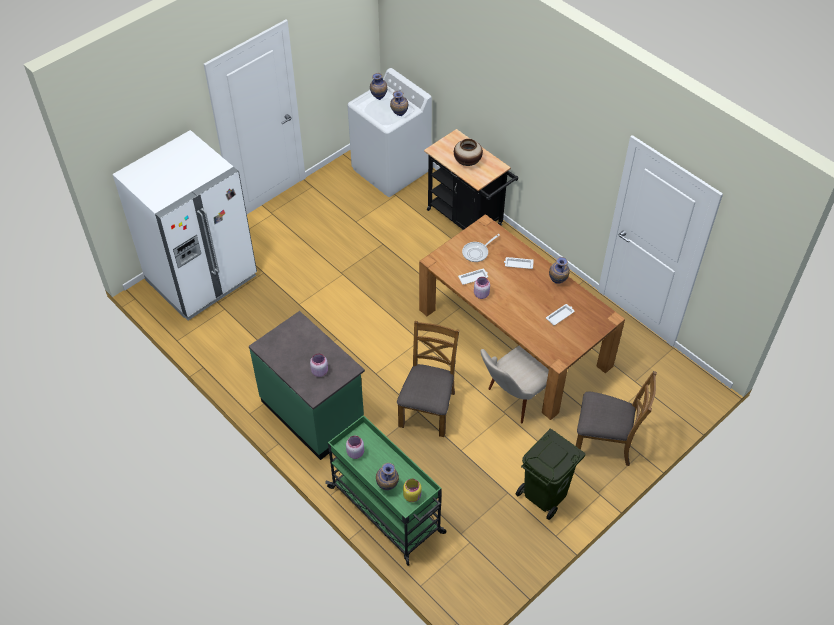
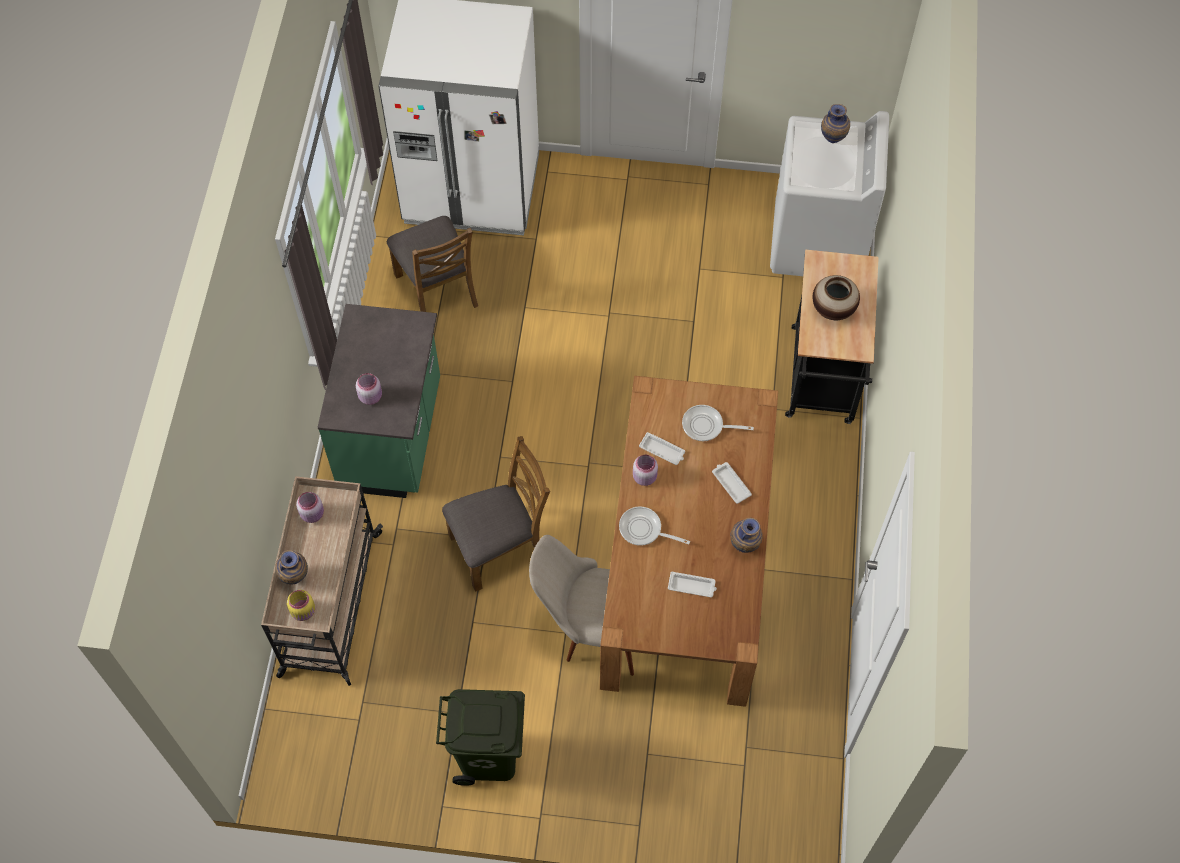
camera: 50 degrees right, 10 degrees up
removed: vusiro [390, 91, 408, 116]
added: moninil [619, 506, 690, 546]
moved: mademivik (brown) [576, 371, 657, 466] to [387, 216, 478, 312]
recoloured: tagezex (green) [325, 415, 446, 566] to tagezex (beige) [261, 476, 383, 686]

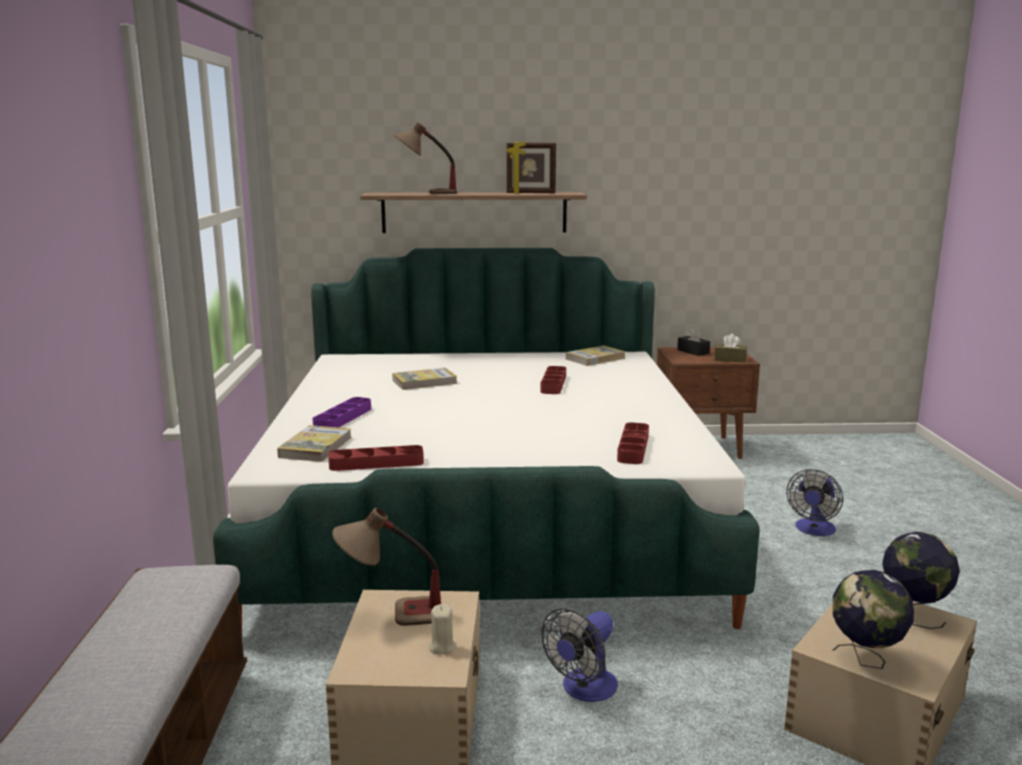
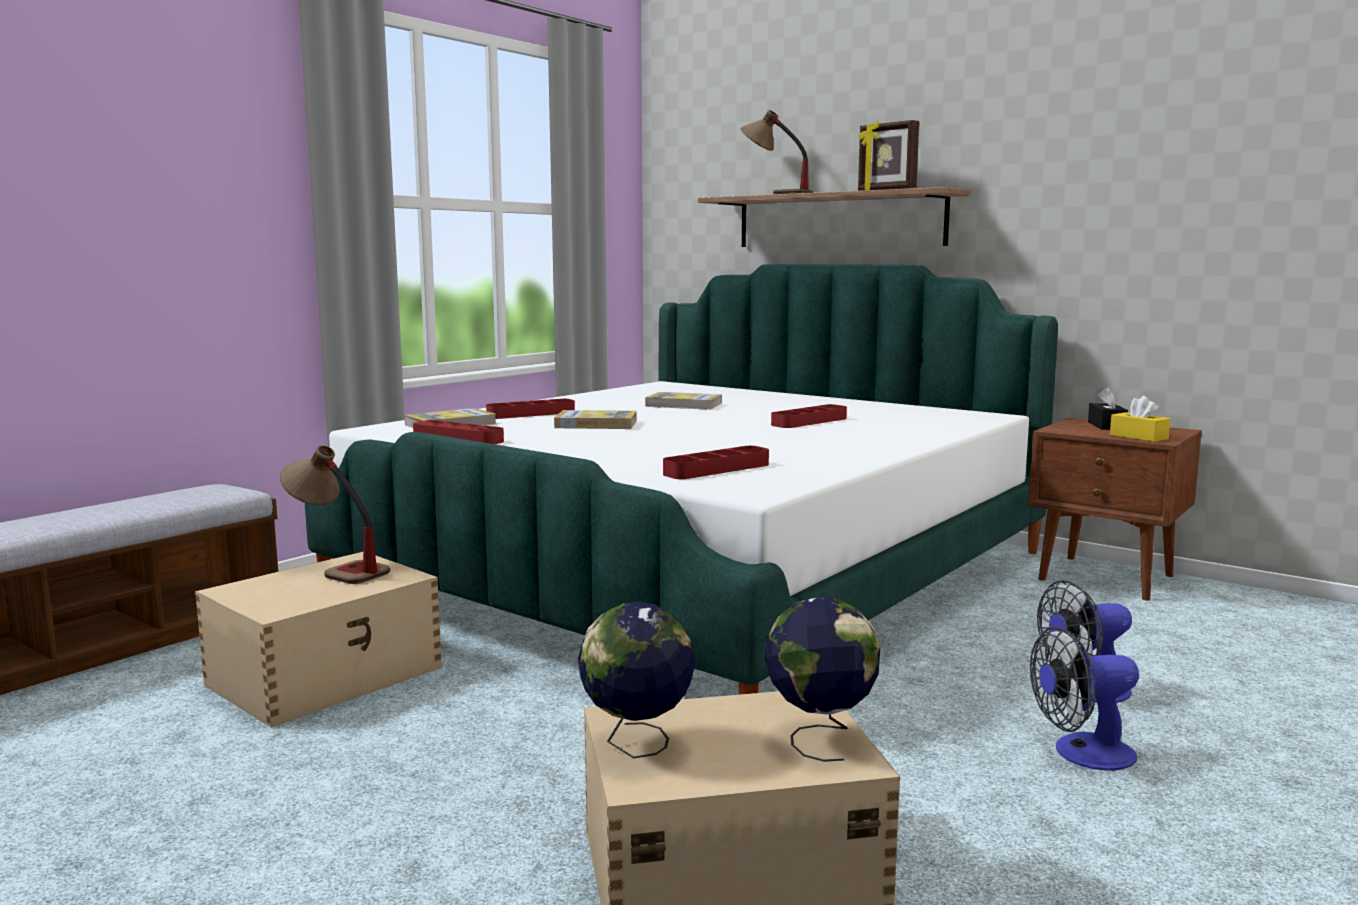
camera: 40 degrees right, 5 degrees down
removed: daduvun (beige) [429, 604, 455, 655]
moved: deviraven [542, 608, 618, 702] to [1030, 626, 1139, 771]; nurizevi [565, 345, 625, 366] to [554, 410, 637, 429]
recoloured: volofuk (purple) [312, 397, 371, 427] to volofuk (red) [486, 399, 575, 419]; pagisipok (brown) [714, 334, 747, 363] to pagisipok (yellow) [1110, 396, 1171, 442]

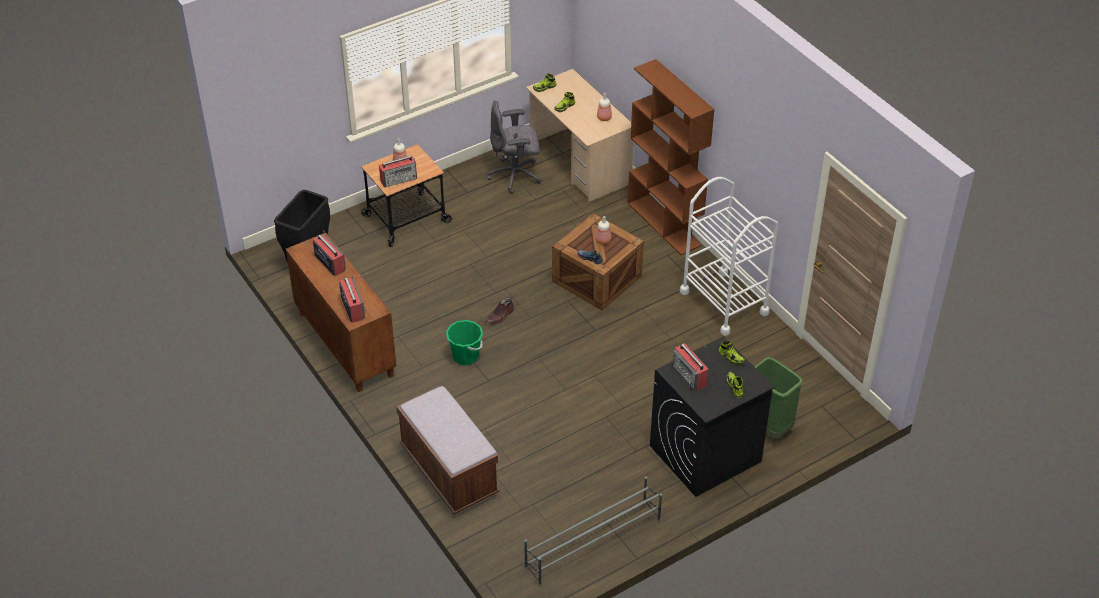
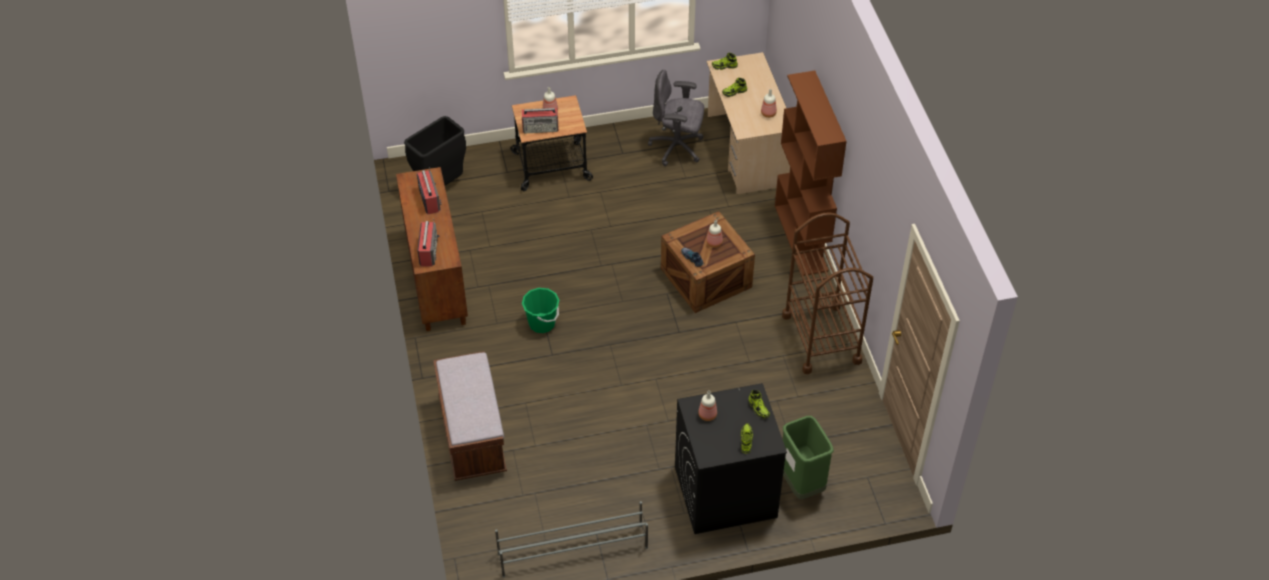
camera: 20 degrees right, 5 degrees up
removed: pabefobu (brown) [484, 296, 515, 324]
replaced: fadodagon [672, 343, 709, 390] to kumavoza [698, 391, 717, 421]
recoloured: tagezex (white) [680, 177, 778, 336] to tagezex (brown) [782, 212, 873, 374]

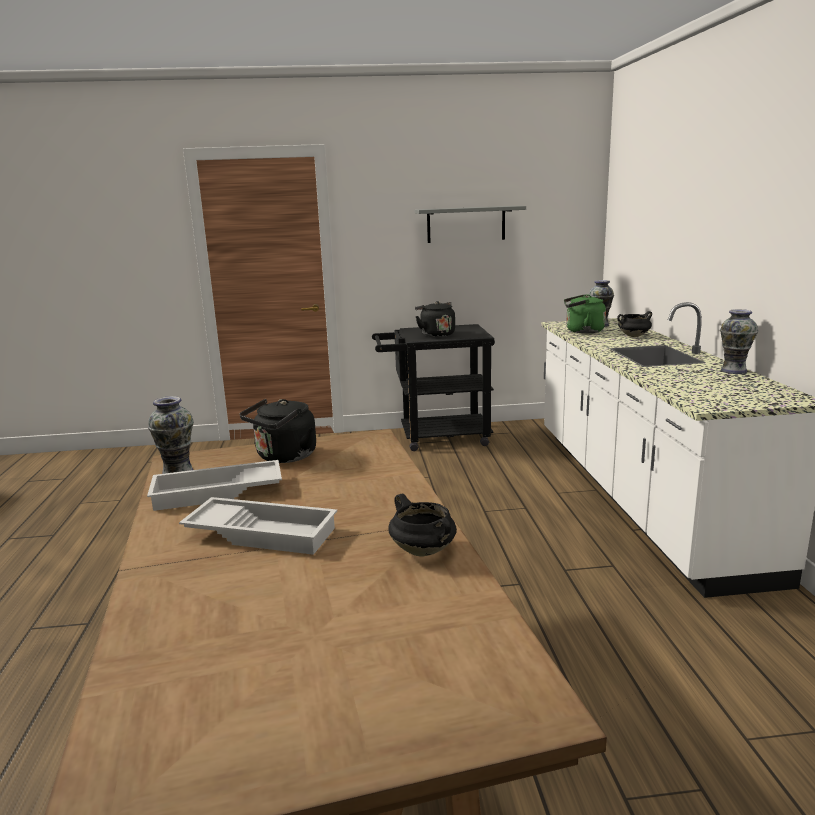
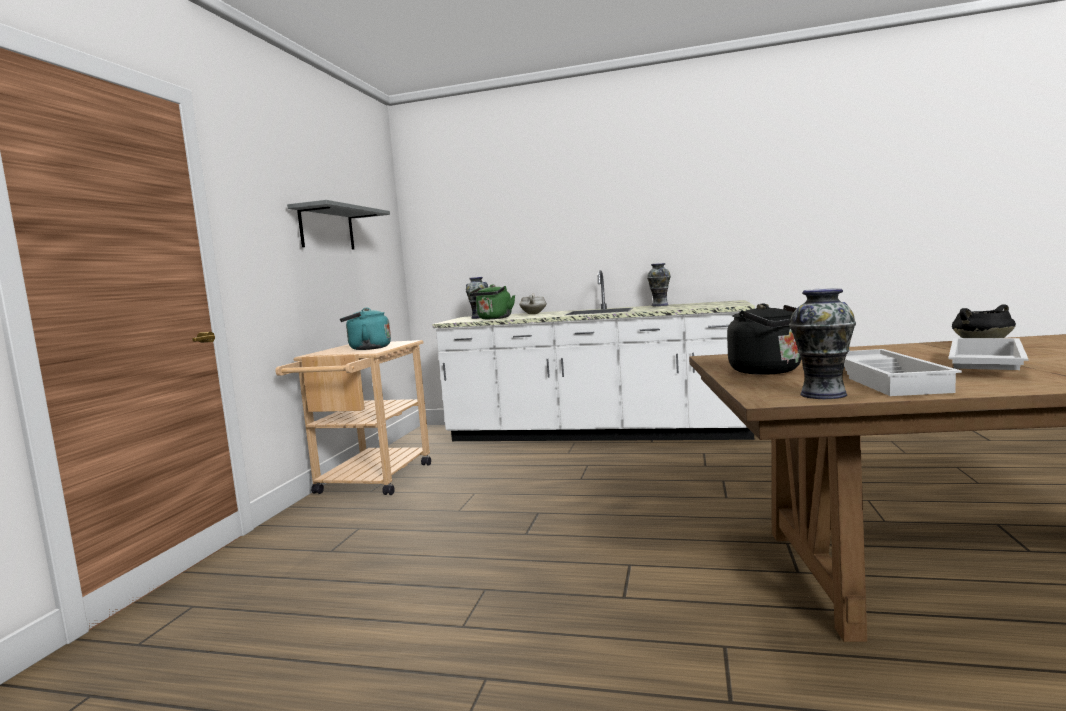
camera: 70 degrees left, 10 degrees down
recoloured: tagezex (black) [372, 324, 495, 451] to tagezex (beige) [275, 340, 431, 495]; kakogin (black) [415, 301, 455, 337] to kakogin (turquoise) [340, 308, 391, 350]; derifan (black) [617, 311, 652, 337] to derifan (white) [519, 293, 547, 314]

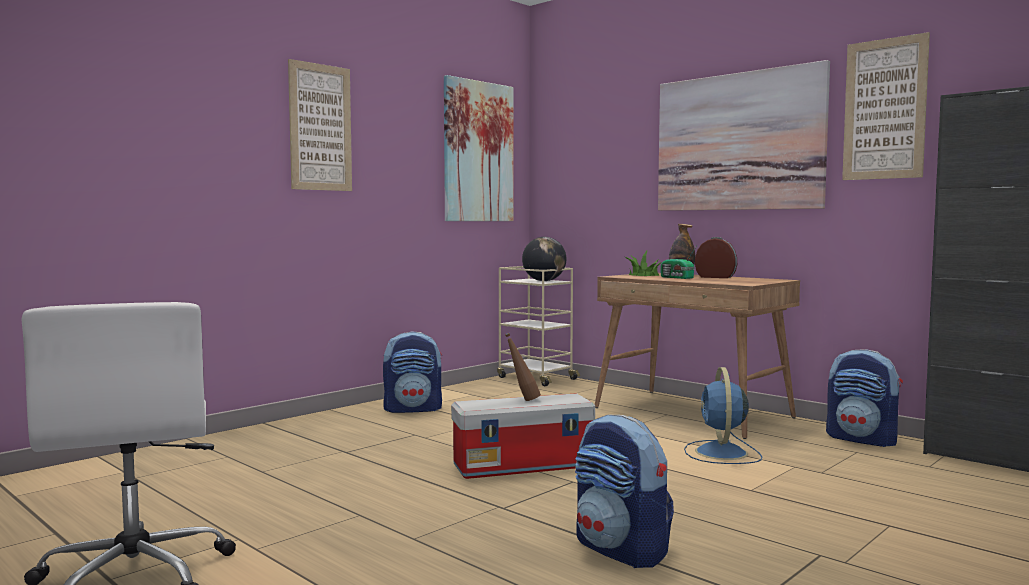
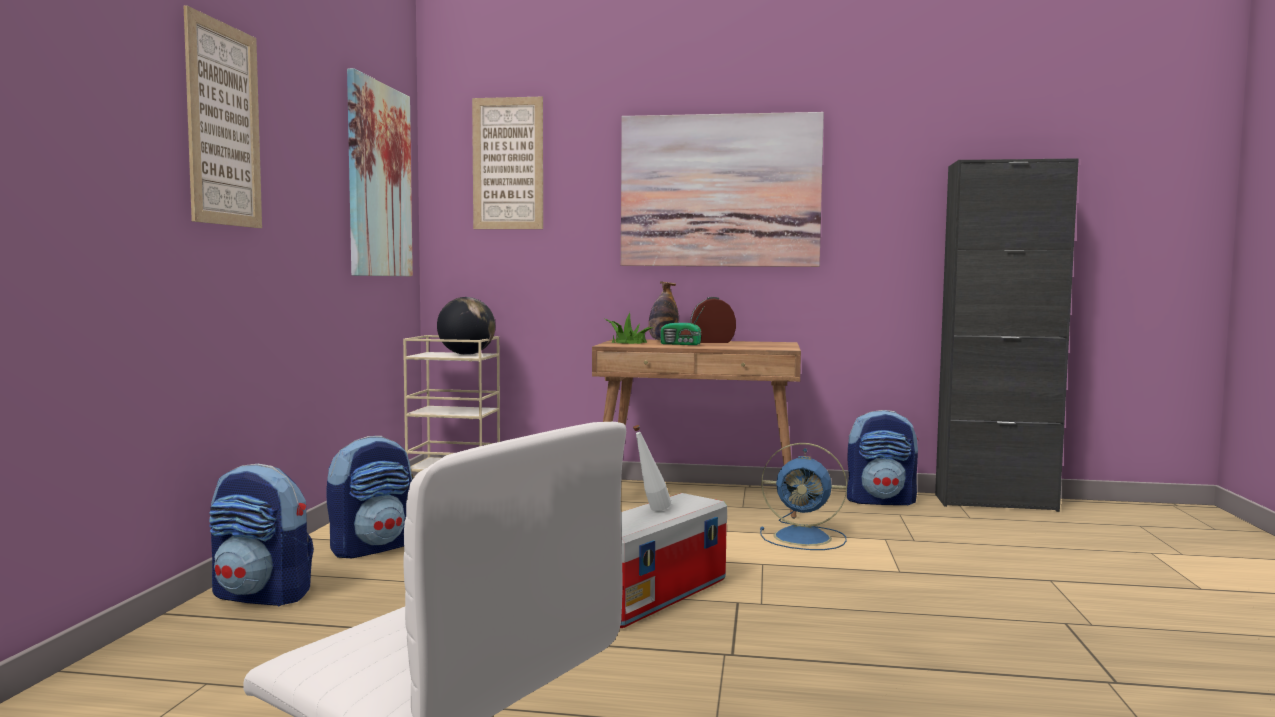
camera: 35 degrees left, 0 degrees up
moved: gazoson [575, 415, 674, 568] to [209, 464, 314, 607]; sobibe [842, 32, 930, 180] to [472, 97, 543, 229]
recoloured: kumavoza (brown) [505, 333, 541, 401] to kumavoza (white) [633, 425, 671, 511]
turned: deviraven (blue) [684, 367, 762, 464] = [760, 443, 847, 550] 45 degrees counterclockwise

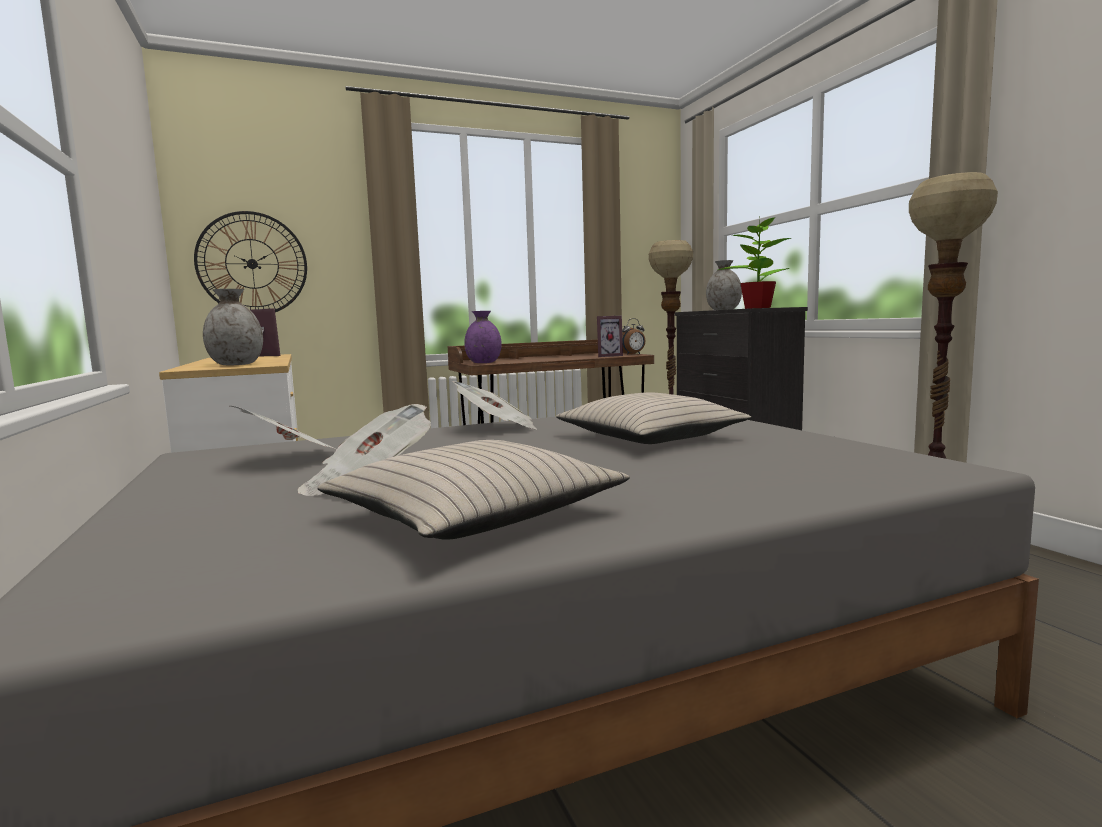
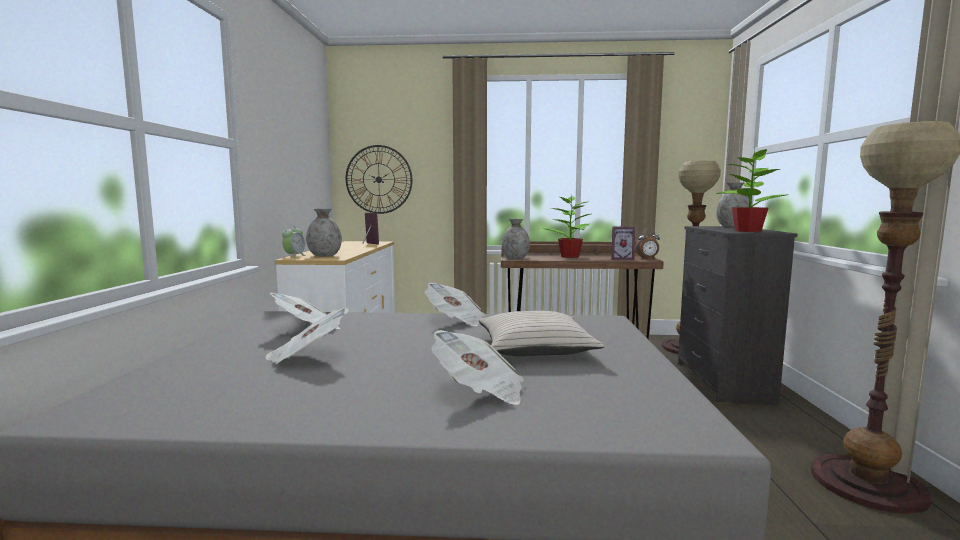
camera: 25 degrees right, 0 degrees up
removed: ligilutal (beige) [318, 440, 630, 540]
added: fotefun [282, 225, 306, 258]; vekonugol [431, 330, 524, 405]; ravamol [543, 196, 590, 258]
recoloured: vusiro (purple) [464, 311, 502, 363] to vusiro (grey) [502, 219, 530, 259]

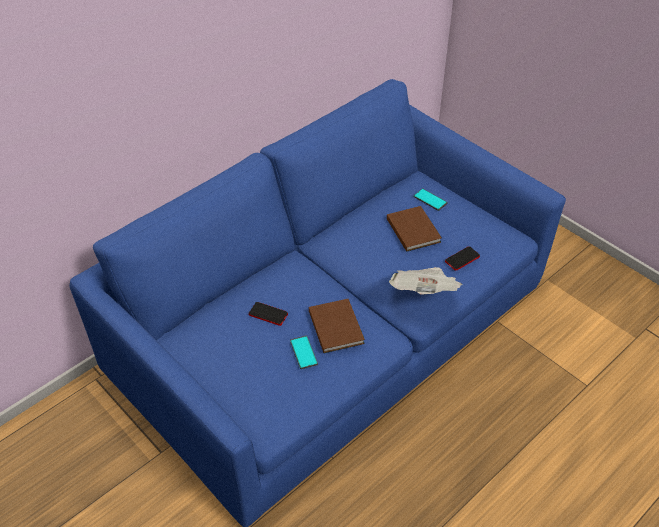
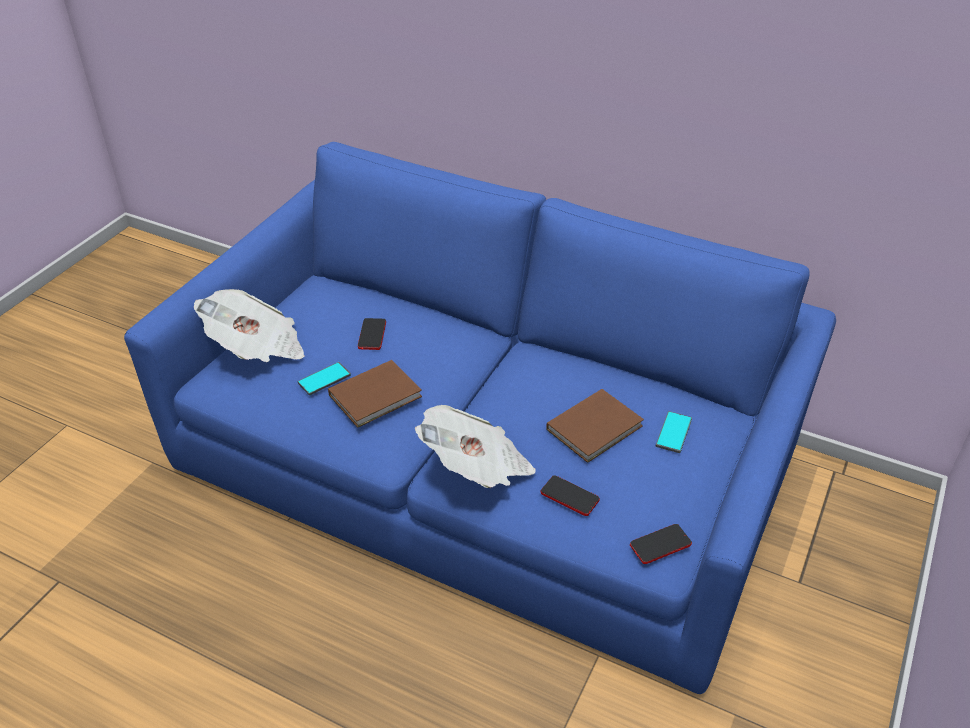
camera: 70 degrees right, 5 degrees down
added: vekonugol [194, 289, 304, 362]; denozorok [630, 524, 692, 564]

